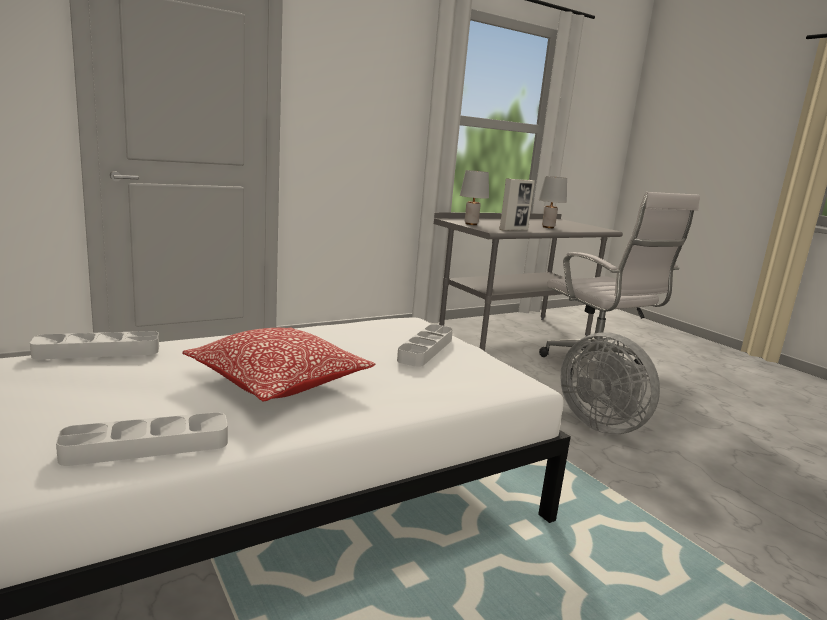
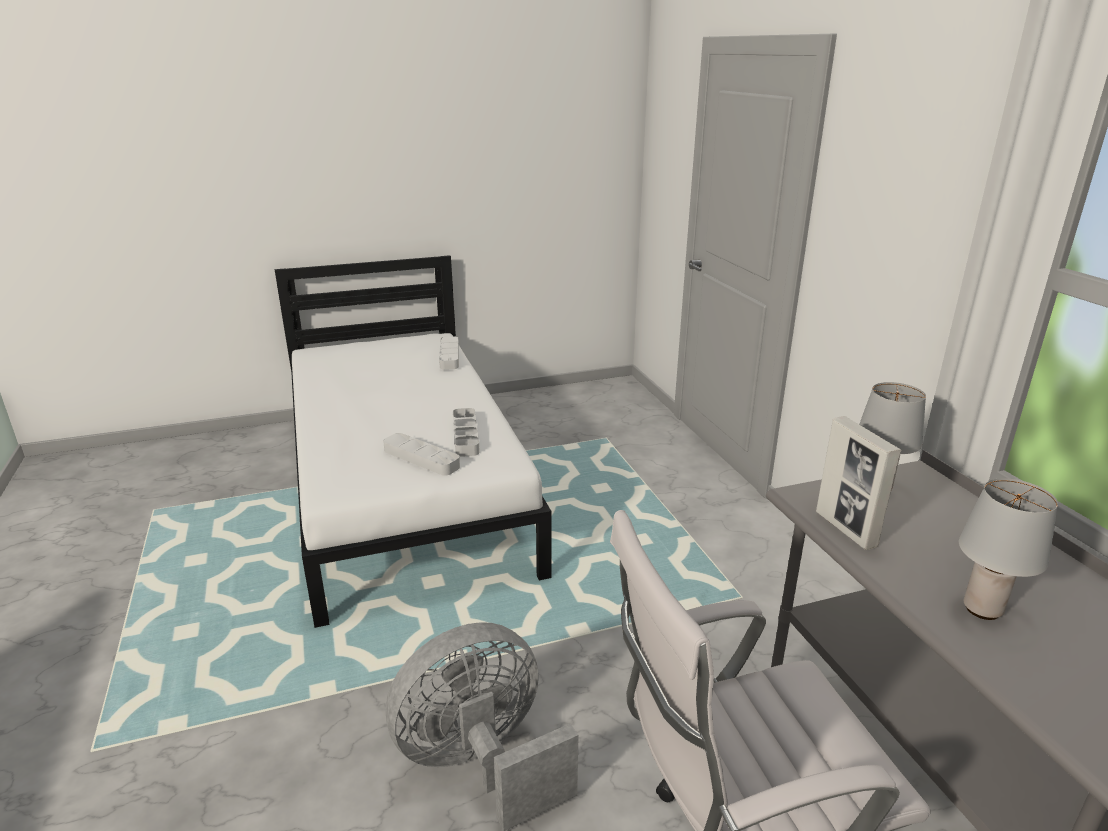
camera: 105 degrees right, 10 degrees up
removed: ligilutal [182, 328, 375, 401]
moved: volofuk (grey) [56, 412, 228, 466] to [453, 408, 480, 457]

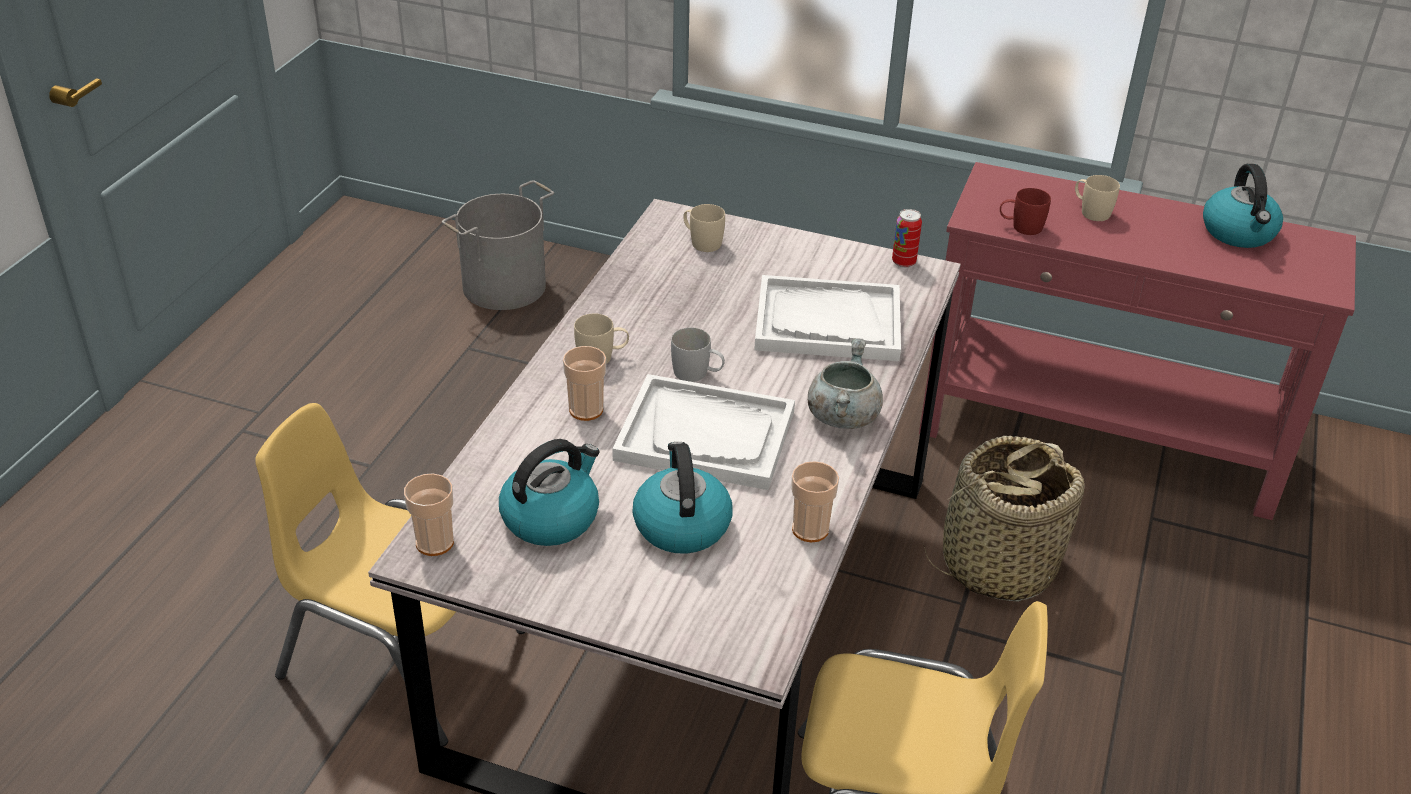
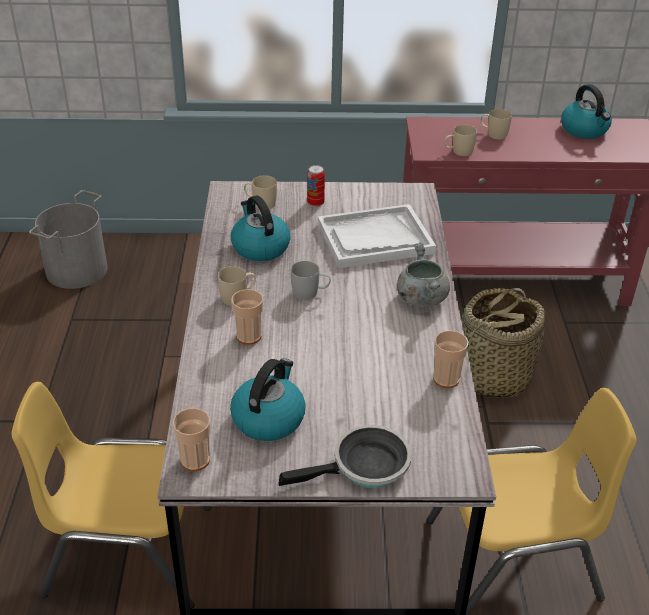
camera: 20 degrees left, 0 degrees up
removed: volofuk (white) [612, 374, 795, 490]
added: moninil [279, 425, 412, 488]
moved: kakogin [632, 442, 733, 554] to [231, 196, 291, 261]; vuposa [892, 209, 922, 268] to [307, 165, 325, 207]
recoloured: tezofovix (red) [1000, 188, 1051, 235] to tezofovix (beige) [444, 125, 477, 156]

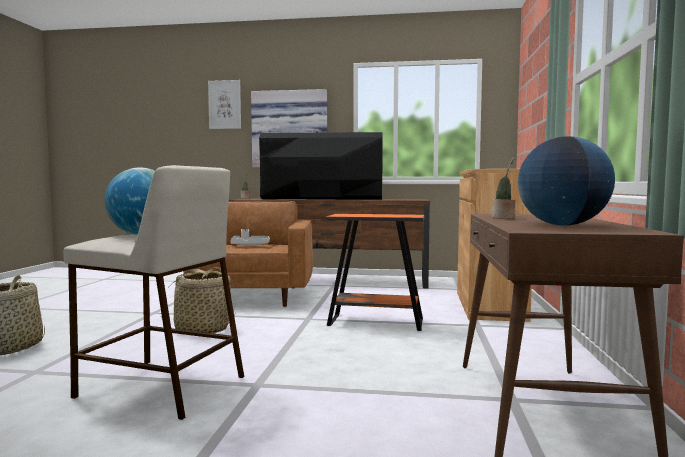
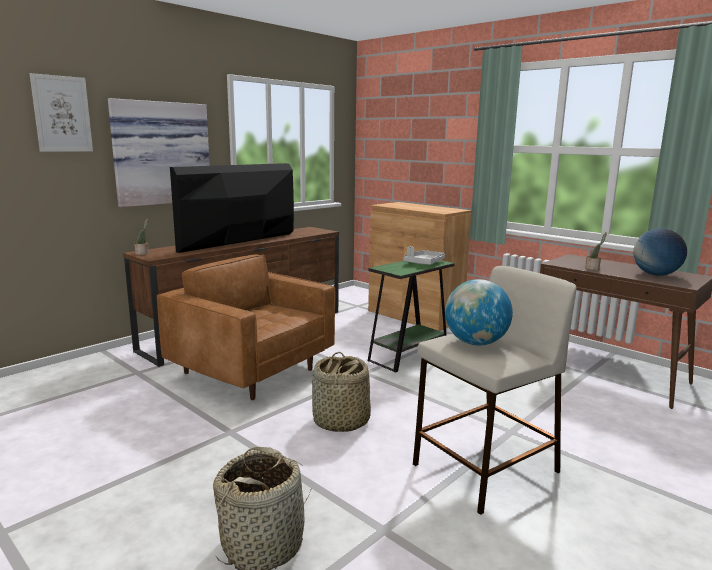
camera: 55 degrees left, 10 degrees up
moved: volofuk (grey) [230, 229, 270, 246] to [403, 246, 445, 265]
recoloured: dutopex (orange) [326, 214, 425, 331] to dutopex (green) [368, 260, 455, 373]

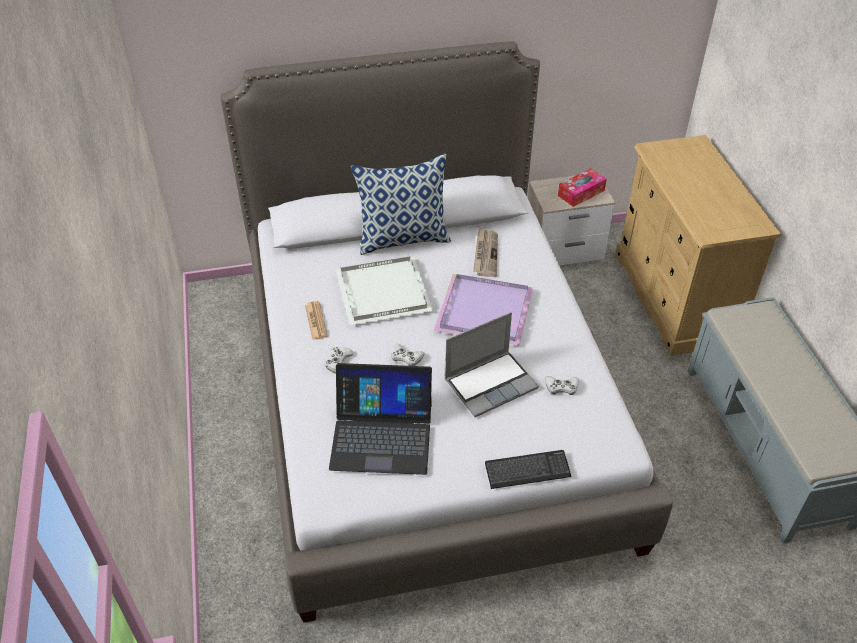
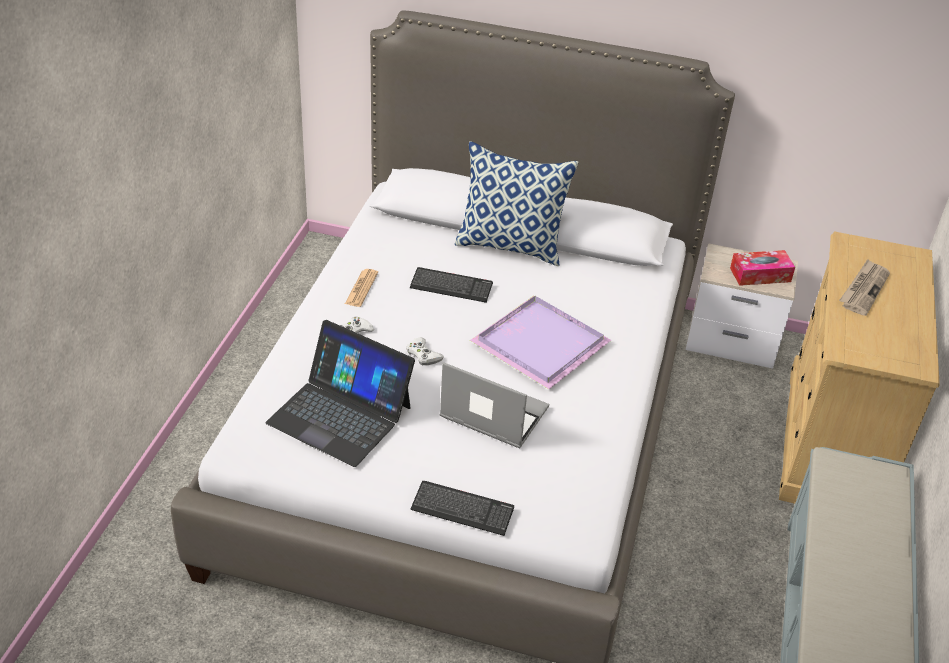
camera: 25 degrees right, 5 degrees down
removed: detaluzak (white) [545, 376, 578, 395]
moved: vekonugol [473, 228, 498, 277] to [839, 259, 890, 316]
replaced: volofuk (white) [335, 256, 433, 325] to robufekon [410, 267, 493, 303]
turned: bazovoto [445, 312, 539, 417] = [440, 362, 549, 448] 150 degrees counterclockwise

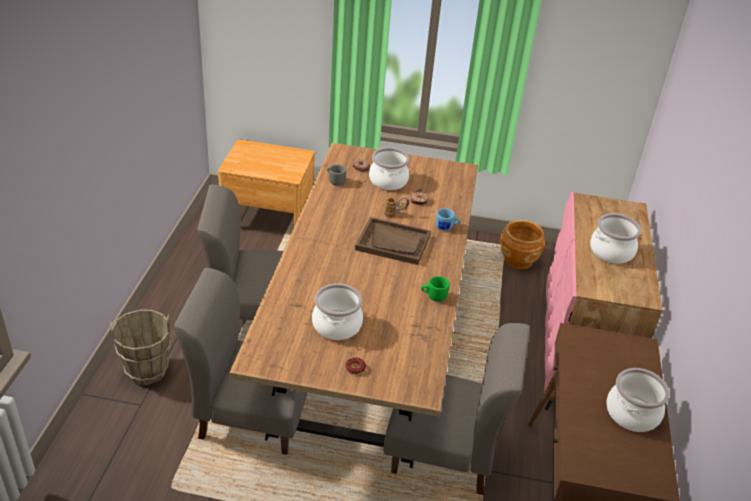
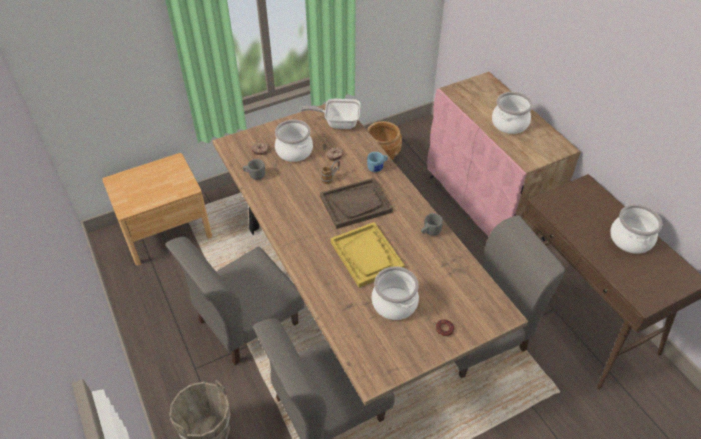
camera: 35 degrees left, 10 degrees up
added: moninil [300, 99, 360, 129]; volofuk (yellow) [330, 222, 405, 288]
recoloured: tezofovix (green) [421, 276, 450, 302] to tezofovix (grey) [421, 213, 443, 236]

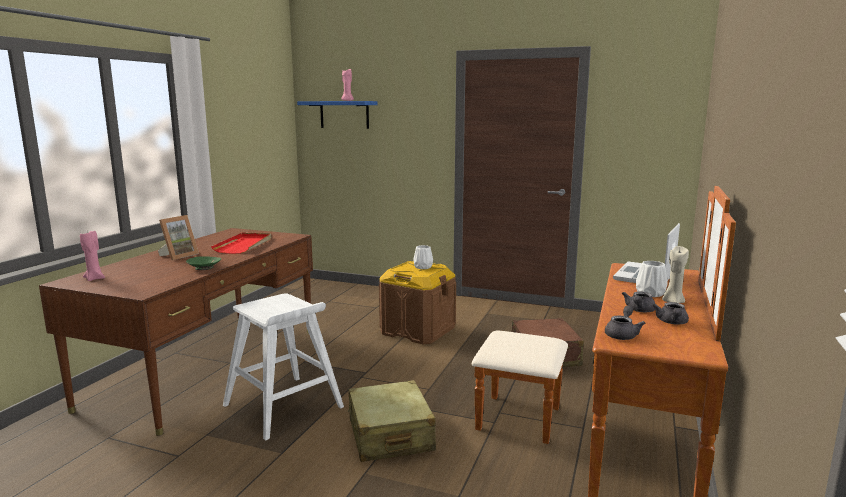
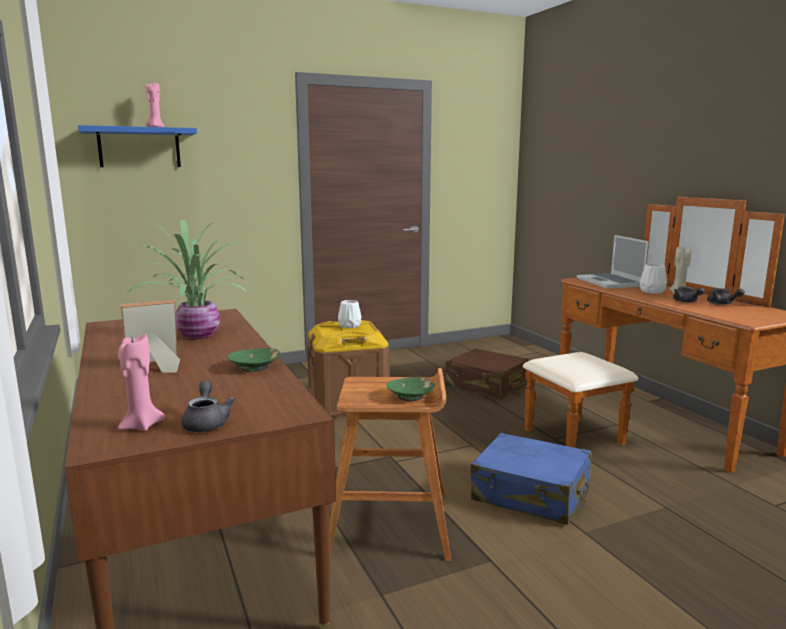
camera: 45 degrees left, 0 degrees up
added: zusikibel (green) [386, 377, 435, 401]
moved: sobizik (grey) [605, 306, 645, 340] to [181, 381, 235, 432]
replaced: volofuk (red) [211, 233, 271, 254] to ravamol [127, 220, 246, 339]
recoloured: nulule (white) [223, 293, 344, 441] to nulule (brown) [330, 368, 451, 561]; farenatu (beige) [348, 380, 436, 462] to farenatu (blue) [471, 433, 592, 525]
turned: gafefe [158, 215, 199, 260] = [121, 300, 180, 372] 105 degrees counterclockwise

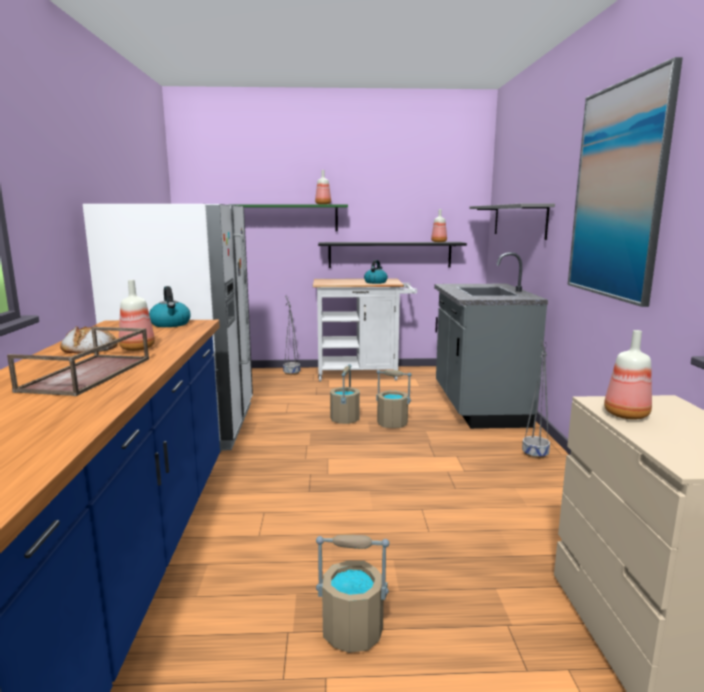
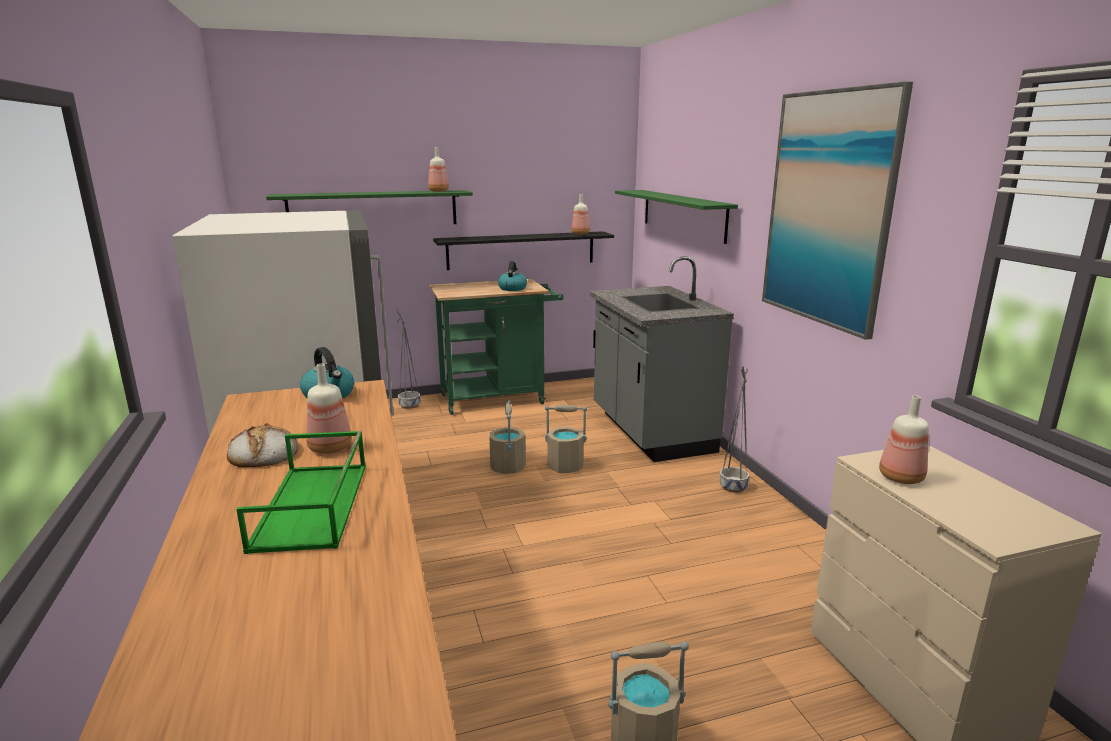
camera: 15 degrees left, 5 degrees up
recoloured: volofuk (brown) [7, 327, 149, 396] to volofuk (green) [236, 431, 366, 554]; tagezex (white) [313, 278, 417, 381] to tagezex (green) [430, 279, 564, 415]; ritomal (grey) [469, 204, 555, 240] to ritomal (green) [615, 190, 738, 244]

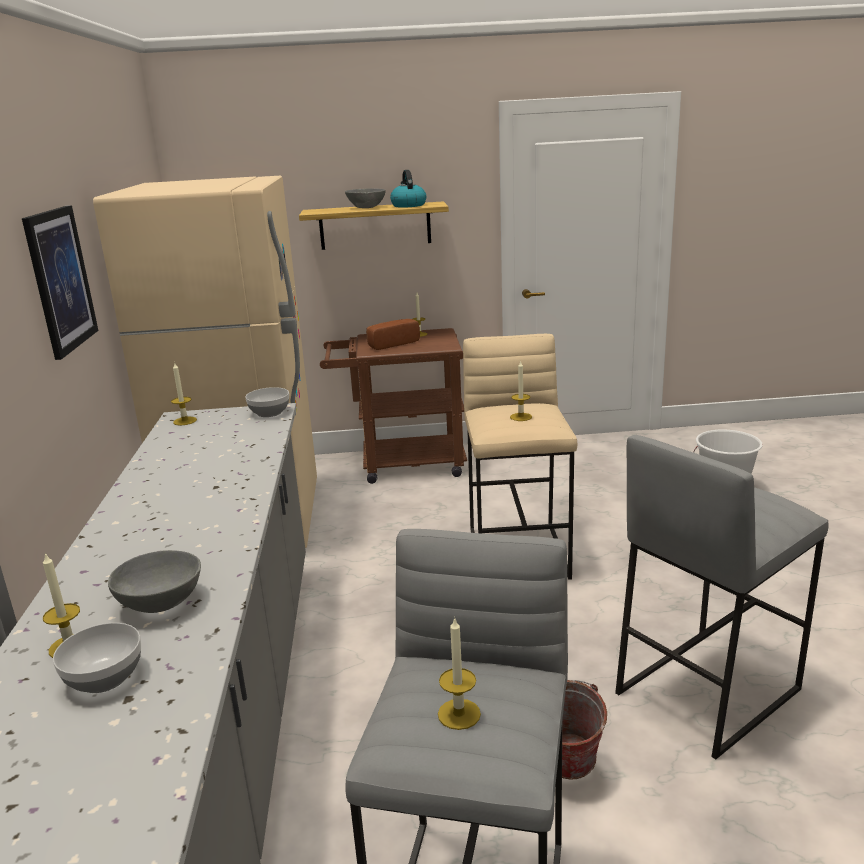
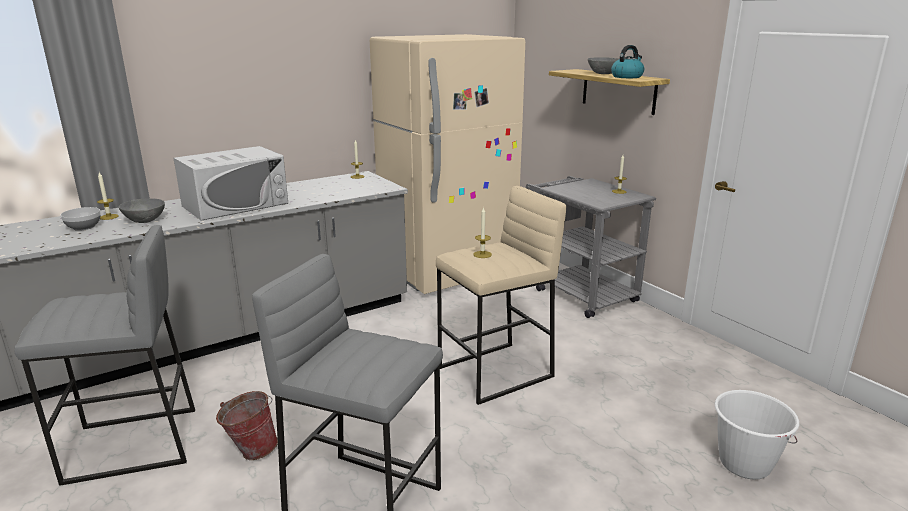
camera: 60 degrees right, 0 degrees up
removed: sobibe [22, 205, 98, 360]; zusikibel [245, 387, 289, 417]; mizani [366, 319, 420, 350]; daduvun [438, 617, 481, 730]
added: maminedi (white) [174, 146, 288, 221]
recoloured: tagezex (brown) [320, 328, 467, 484] to tagezex (grey) [526, 176, 656, 318]

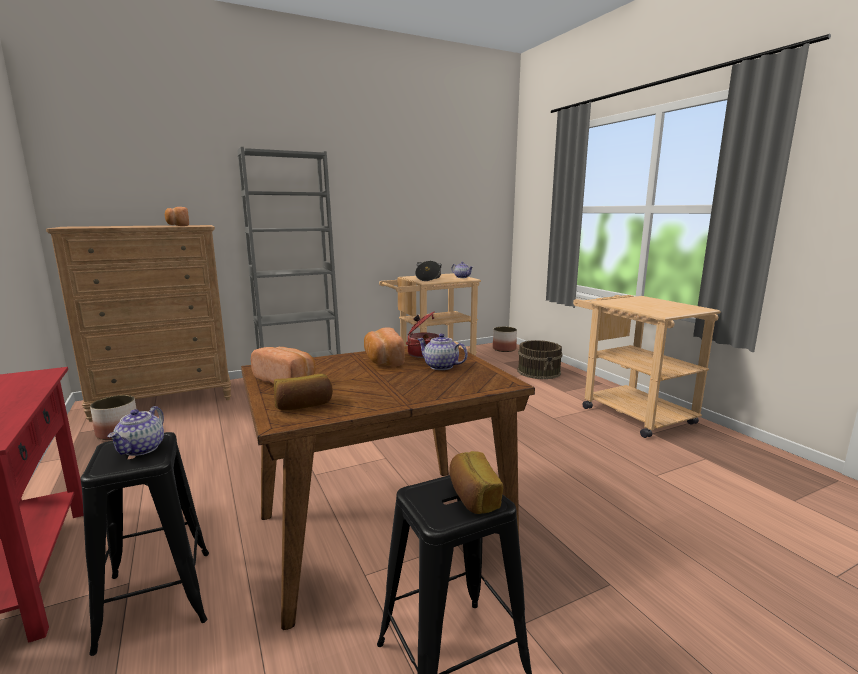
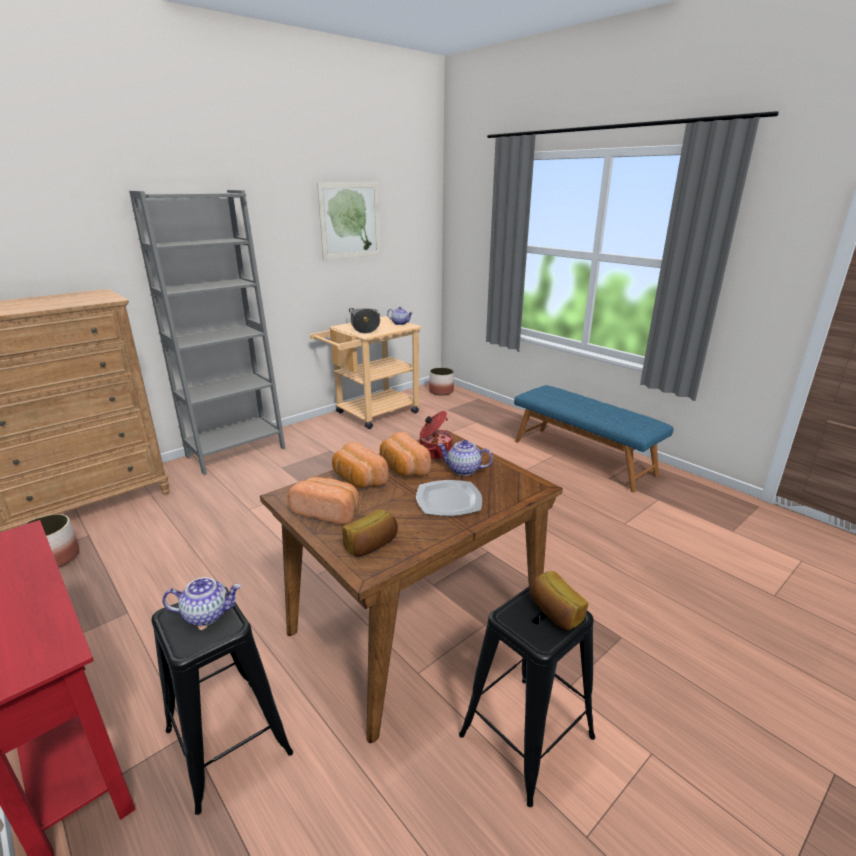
camera: 15 degrees left, 10 degrees up
removed: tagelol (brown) [517, 340, 562, 379]
added: sobibe [317, 182, 381, 260]; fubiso [416, 480, 482, 516]
moved: mizani [165, 207, 189, 226] to [332, 442, 389, 488]
replaced: tagezex (beige) [573, 295, 721, 438] to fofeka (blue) [514, 385, 674, 493]
turned: sobizik [108, 406, 164, 456] = [162, 577, 241, 626] 90 degrees counterclockwise

